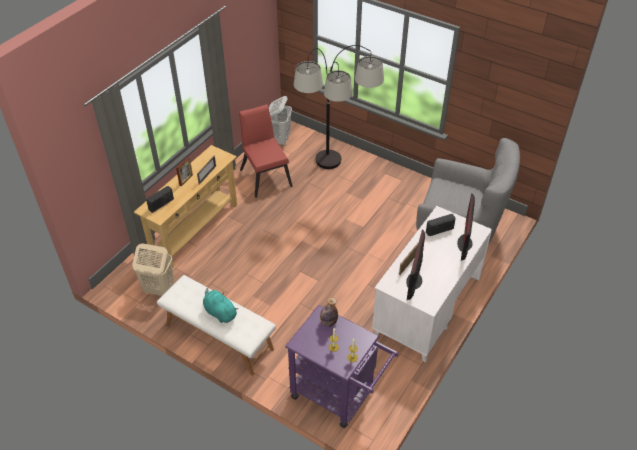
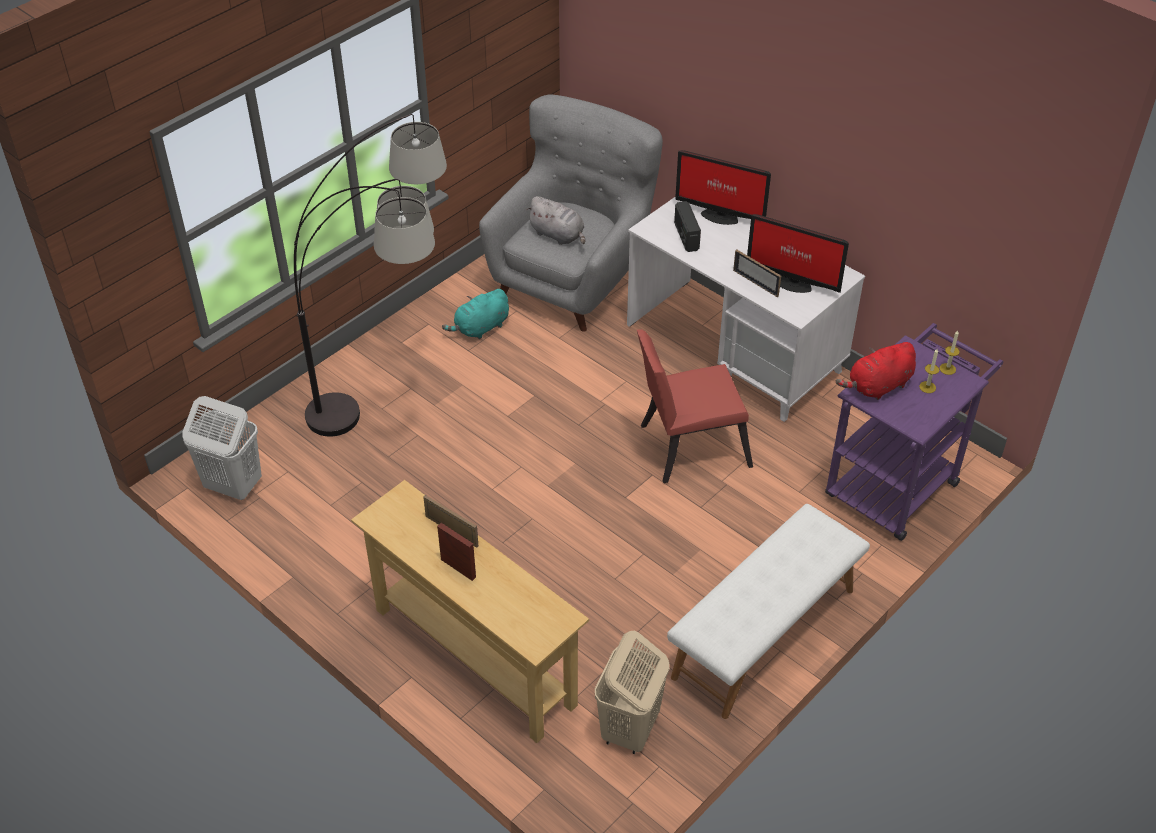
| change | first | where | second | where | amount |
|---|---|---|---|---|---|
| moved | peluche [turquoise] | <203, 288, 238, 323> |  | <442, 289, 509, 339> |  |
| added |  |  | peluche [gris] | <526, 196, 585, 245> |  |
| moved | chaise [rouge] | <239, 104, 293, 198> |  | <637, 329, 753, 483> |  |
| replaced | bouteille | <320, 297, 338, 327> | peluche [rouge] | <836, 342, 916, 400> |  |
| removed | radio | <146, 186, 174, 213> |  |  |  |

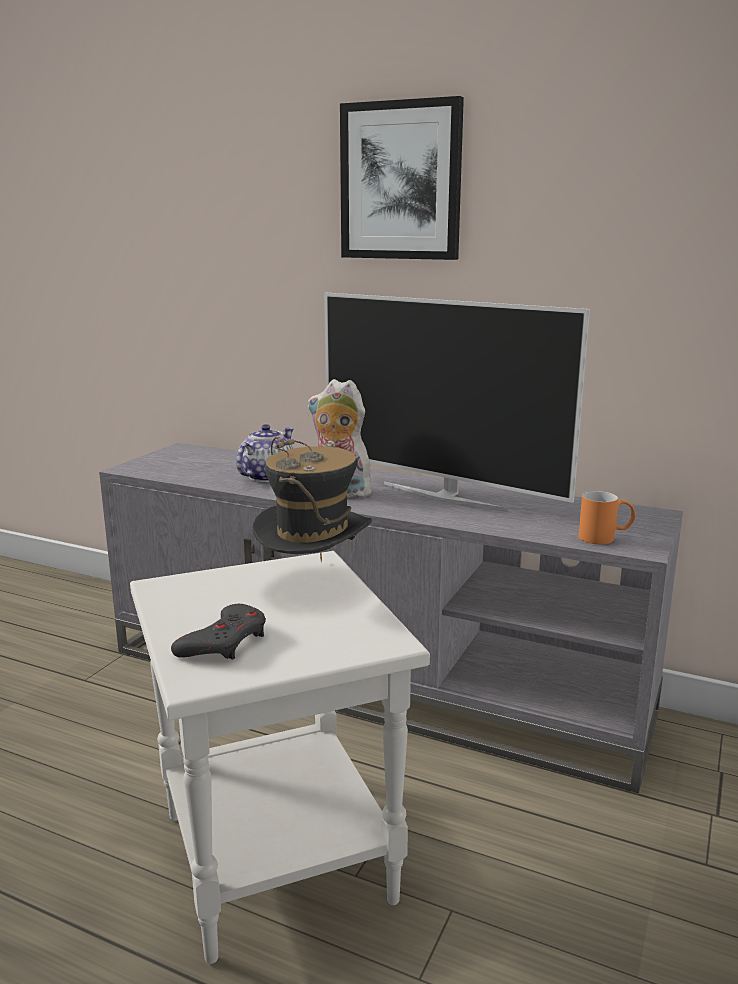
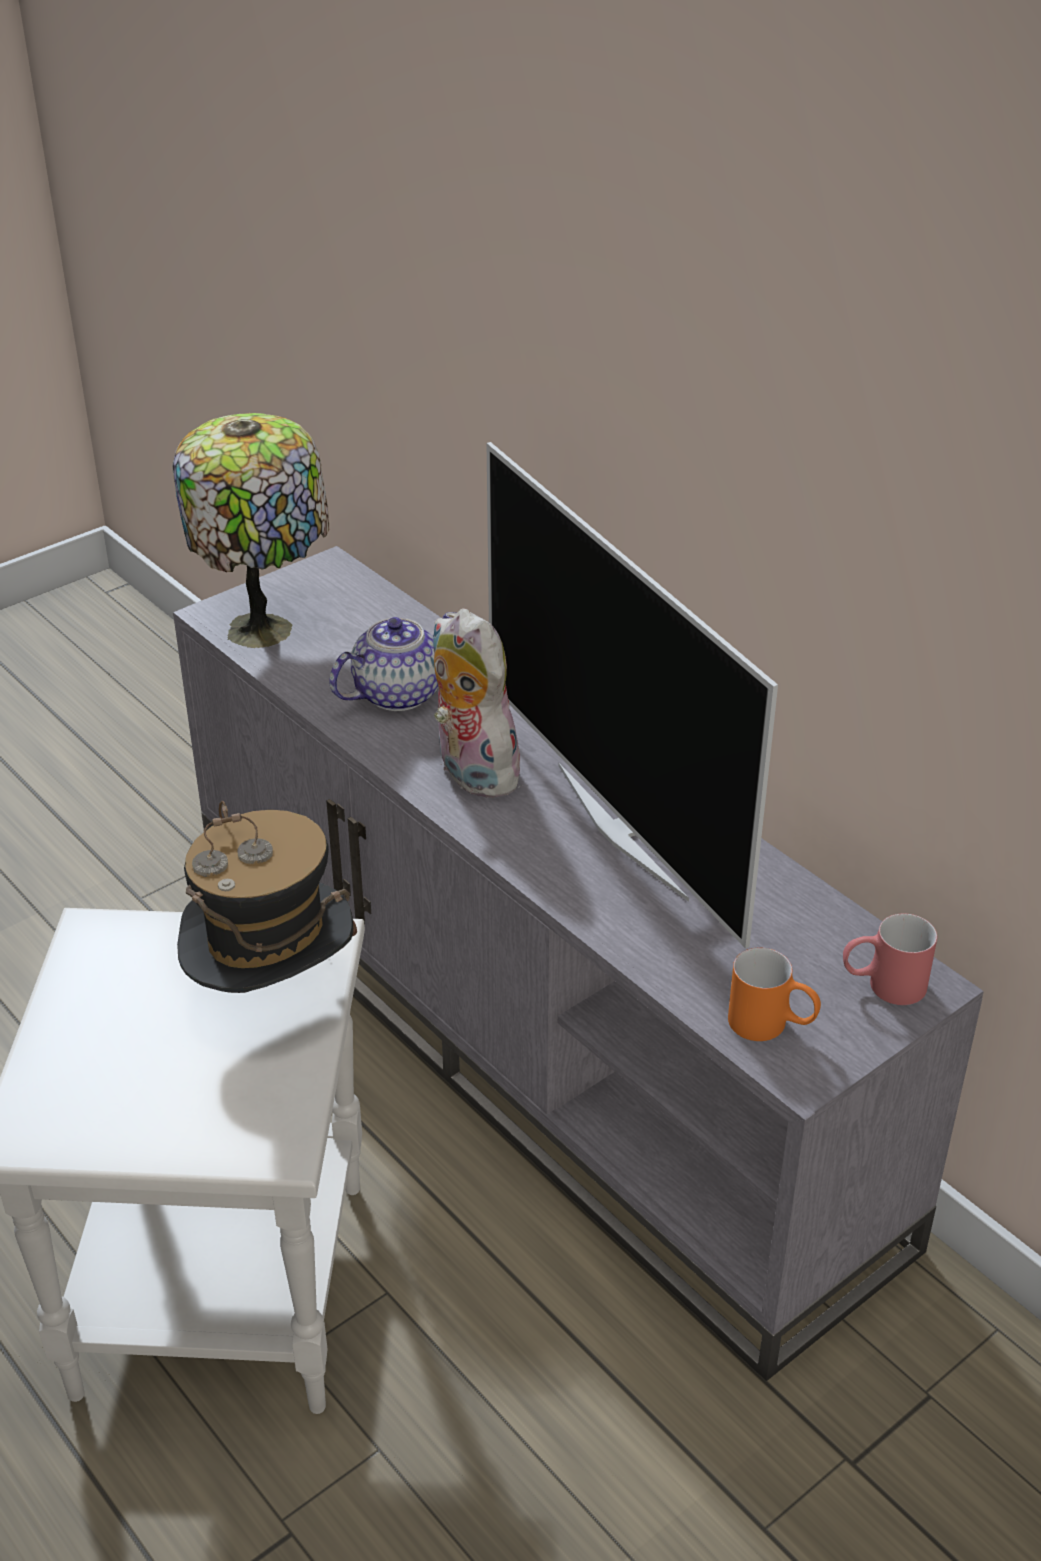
| change | first | where | second | where | amount |
|---|---|---|---|---|---|
| added |  |  | lampe de table | <172, 413, 329, 648> |  |
| added |  |  | mug [rouge] | <843, 914, 937, 1005> |  |
| removed | manette [gris] | <171, 604, 266, 659> |  |  |  |
| removed | tableau | <340, 96, 464, 260> |  |  |  |

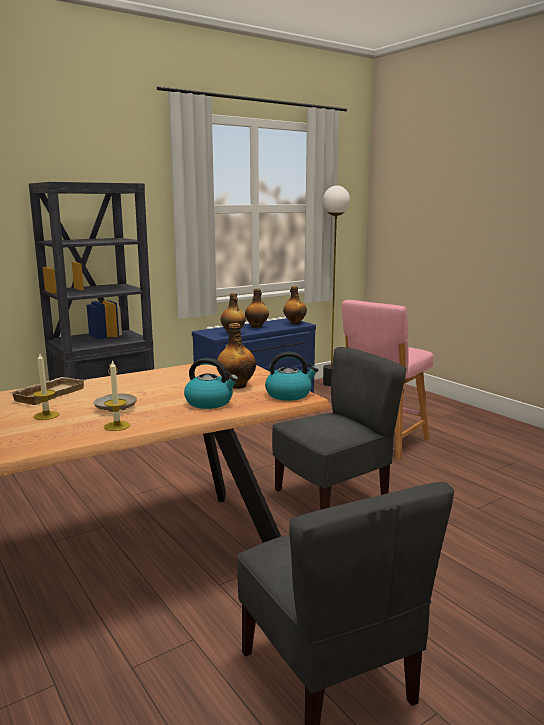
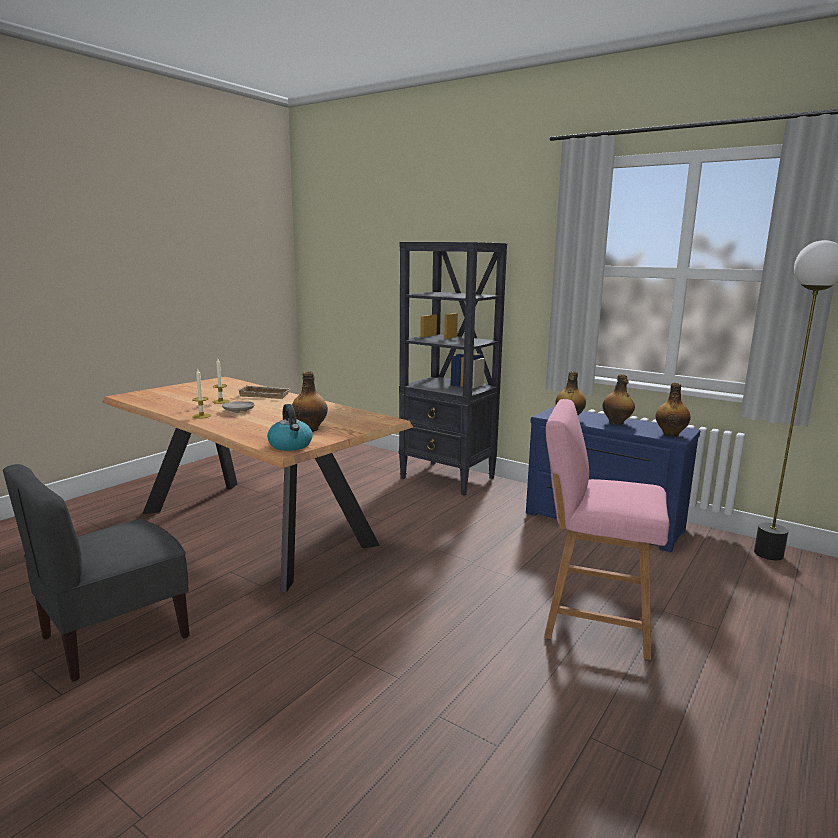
| change | first | where | second | where | amount |
|---|---|---|---|---|---|
| removed | bouilloire | <184, 358, 238, 409> |  |  |  |
| removed | chaise [gris] | <272, 347, 407, 510> |  |  |  |

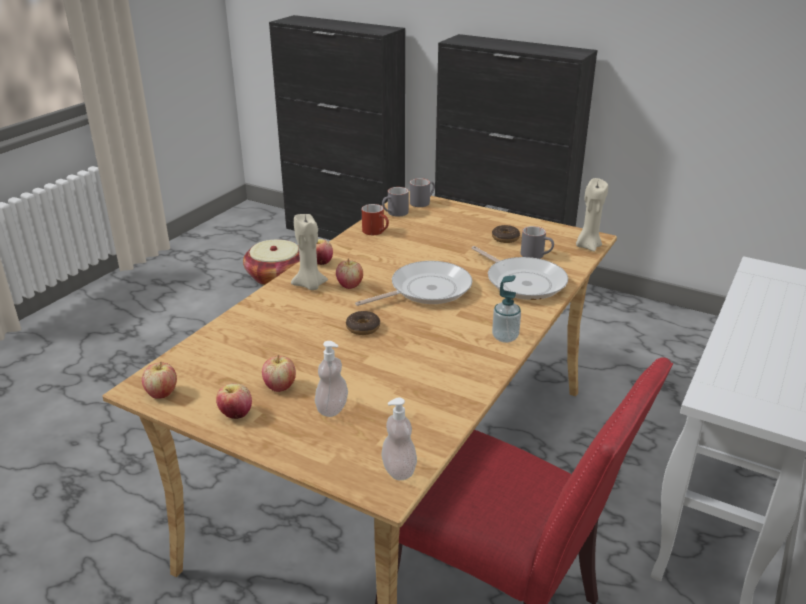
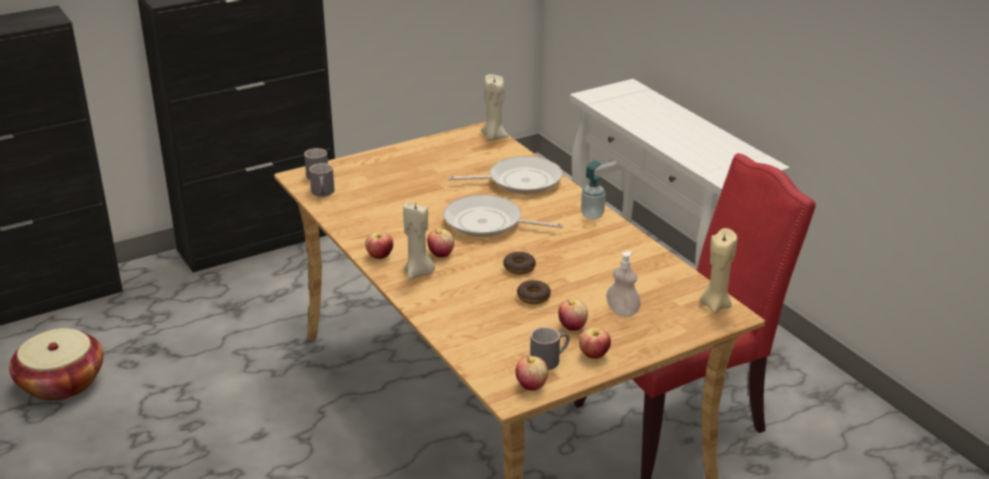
| change | first | where | second | where | amount |
|---|---|---|---|---|---|
| turned | poêle | <355, 261, 472, 306> |  | <444, 195, 563, 237> | 75 degrees counterclockwise |
| moved | beignet | <492, 225, 520, 243> |  | <517, 280, 551, 304> |  |
| moved | mug [gris] | <521, 226, 554, 259> |  | <530, 327, 569, 370> |  |
| replaced | distributeur de savon | <381, 398, 417, 480> | bougie [beige] | <699, 228, 737, 313> |  |
| removed | mug [rouge] | <362, 204, 389, 235> |  |  |  |

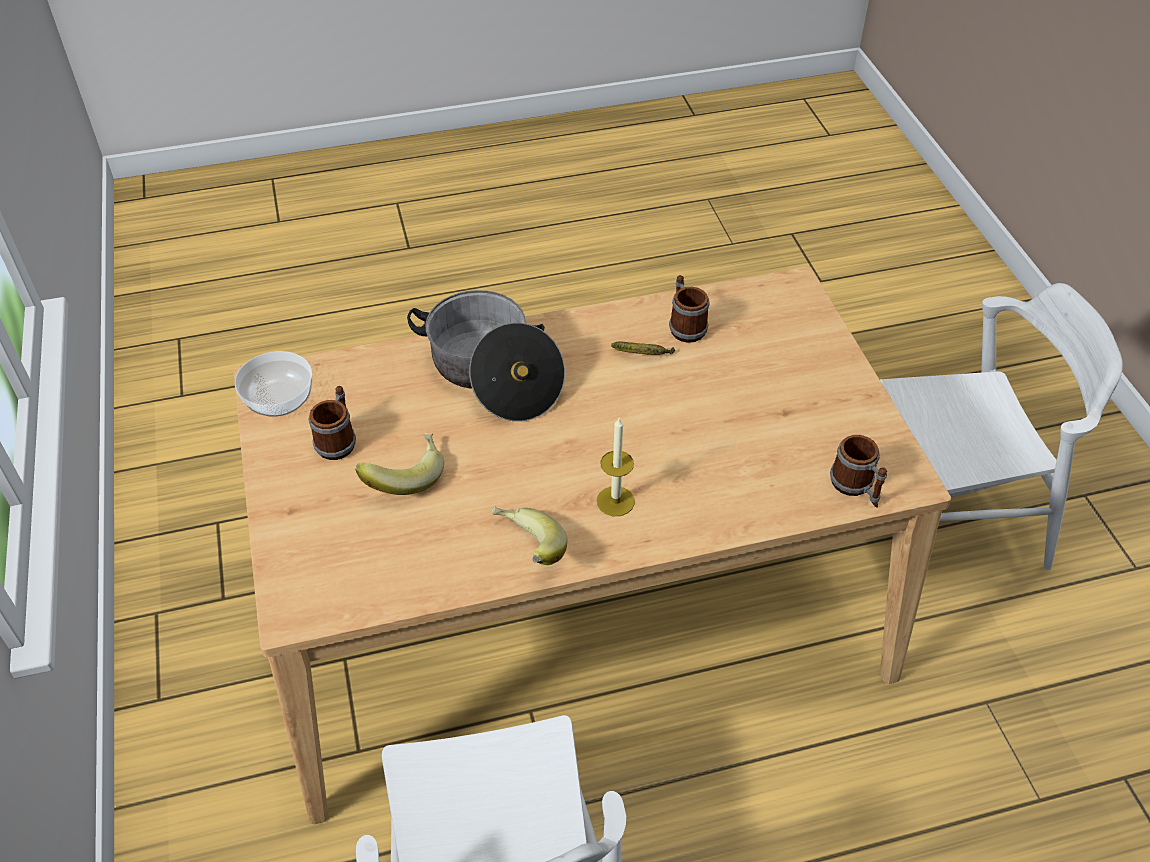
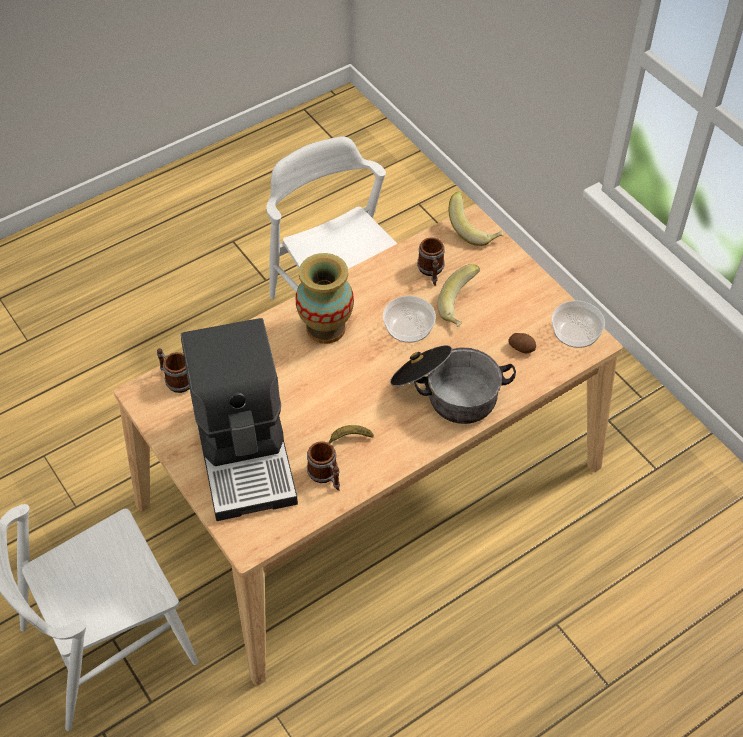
| change | first | where | second | where | amount |
|---|---|---|---|---|---|
| added |  |  | machine à café | <181, 318, 298, 521> |  |
| replaced | bougie | <597, 418, 635, 516> | vase | <296, 253, 354, 344> |  |
| added |  |  | bol | <383, 296, 436, 343> |  |
| moved | mug | <309, 386, 356, 460> |  | <417, 237, 445, 285> |  |
| moved | banane | <492, 506, 567, 565> |  | <449, 192, 504, 246> |  |
| added |  |  | pomme de terre | <508, 333, 536, 353> |  |

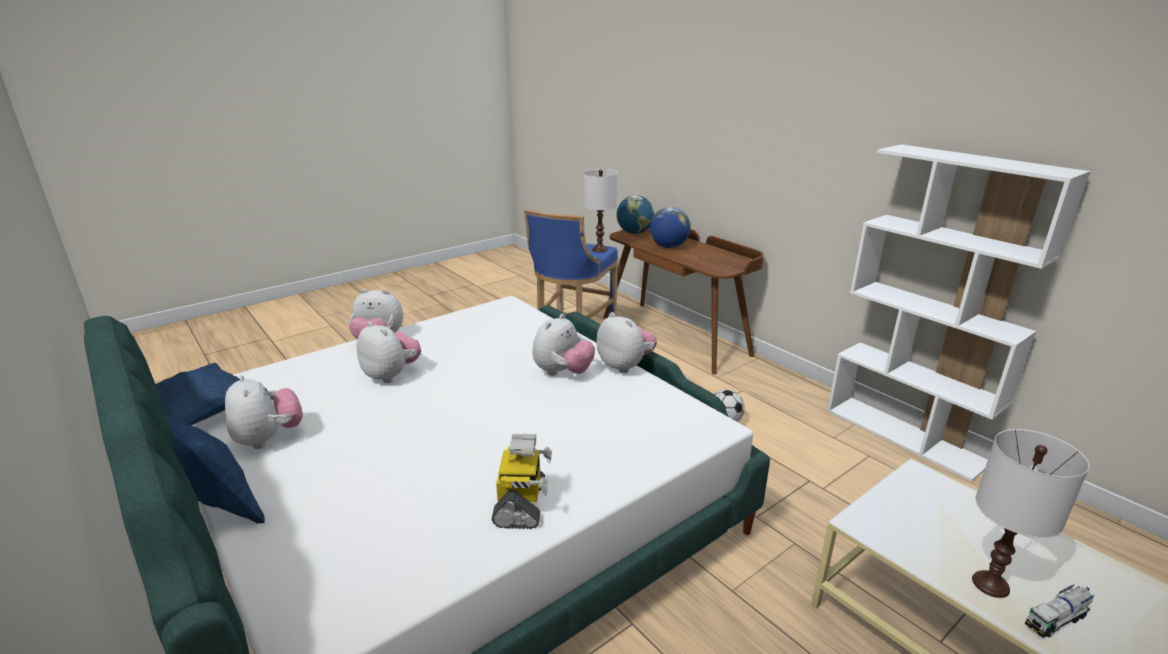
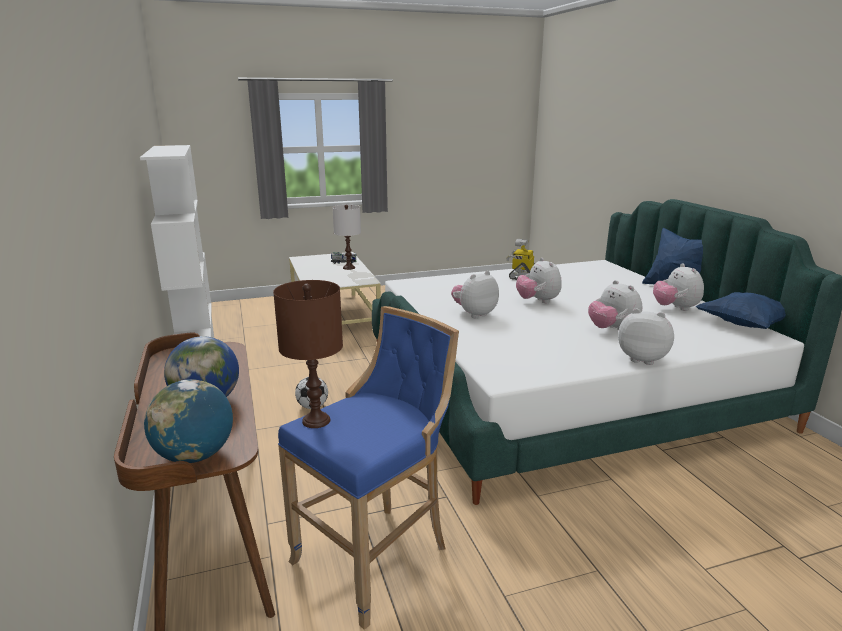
| change | first | where | second | where | amount |
|---|---|---|---|---|---|
| recoloured | lampe de table [blanc] | <583, 169, 618, 253> | lampe de table [marron] | <273, 280, 343, 428> |  |
| moved | peluche | <597, 312, 657, 373> |  | <516, 258, 562, 303> |  |

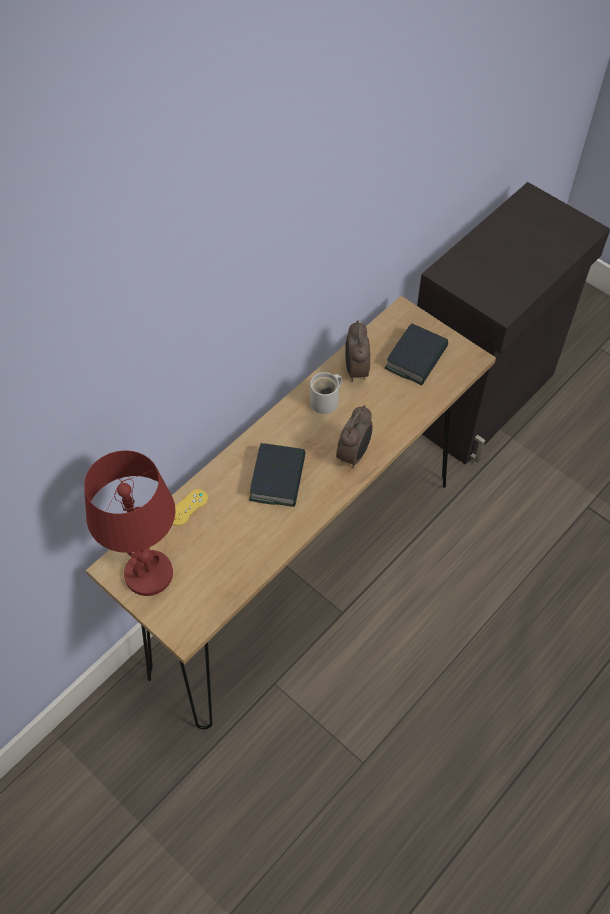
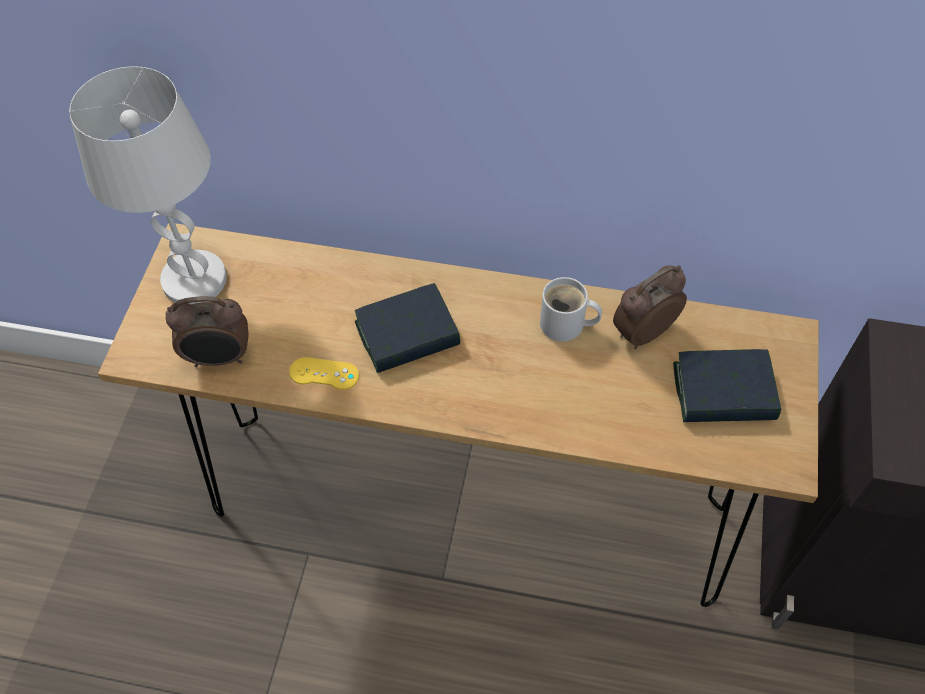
| change | first | where | second | where | amount |
|---|---|---|---|---|---|
| recoloured | lampe de table [rouge] | <84, 450, 176, 596> | lampe de table [blanc] | <69, 66, 227, 304> |  |
| moved | réveil | <336, 405, 373, 468> |  | <166, 296, 249, 367> |  |
| moved | manette [jaune] | <173, 489, 208, 526> |  | <289, 357, 359, 390> |  |

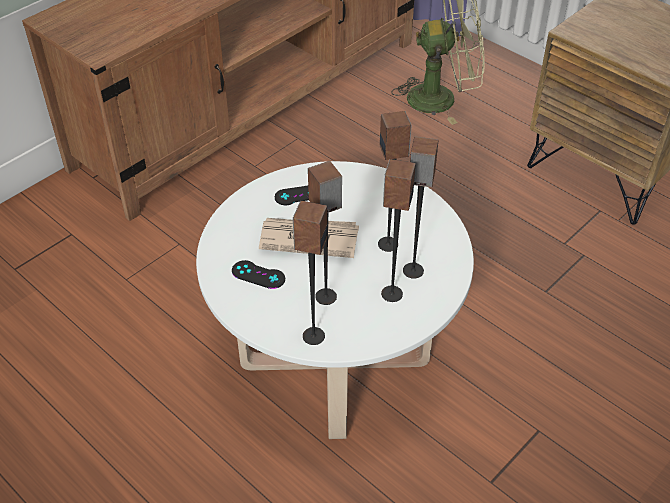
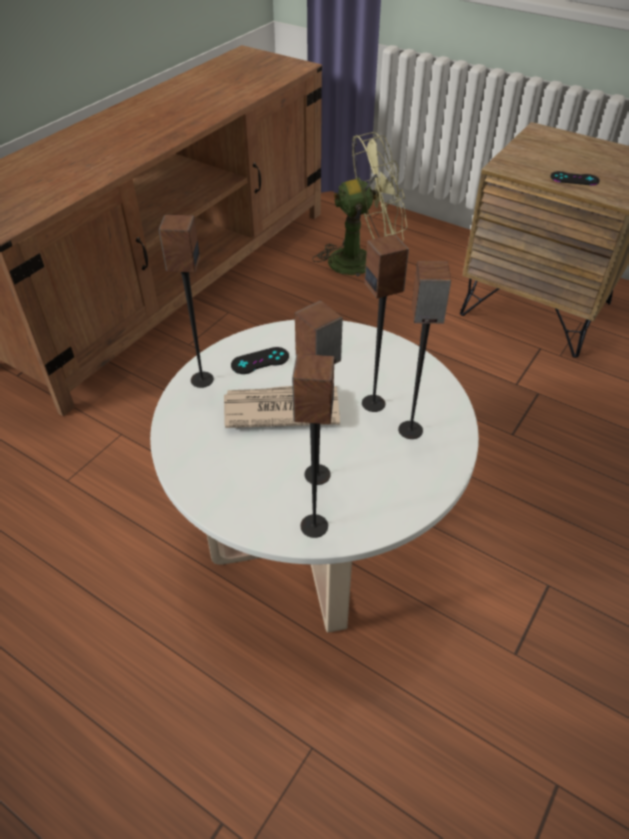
| change | first | where | second | where | amount |
|---|---|---|---|---|---|
| moved | enceinte | <381, 159, 416, 302> |  | <159, 215, 214, 388> |  |
| moved | manette [noir] | <232, 260, 285, 289> |  | <550, 171, 600, 185> |  |

